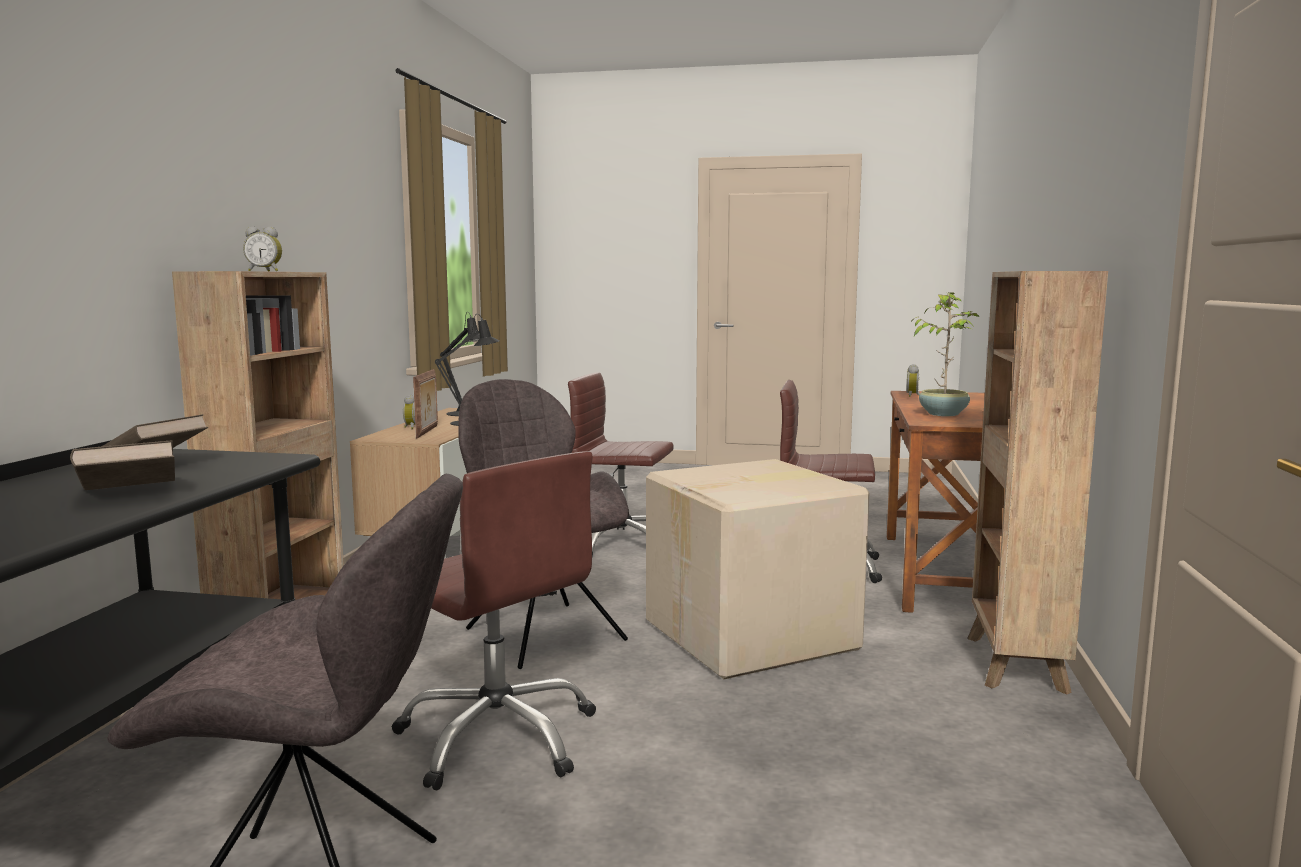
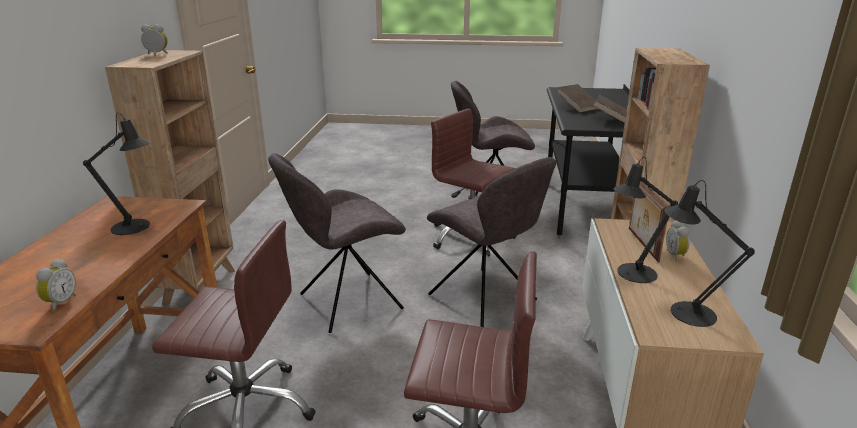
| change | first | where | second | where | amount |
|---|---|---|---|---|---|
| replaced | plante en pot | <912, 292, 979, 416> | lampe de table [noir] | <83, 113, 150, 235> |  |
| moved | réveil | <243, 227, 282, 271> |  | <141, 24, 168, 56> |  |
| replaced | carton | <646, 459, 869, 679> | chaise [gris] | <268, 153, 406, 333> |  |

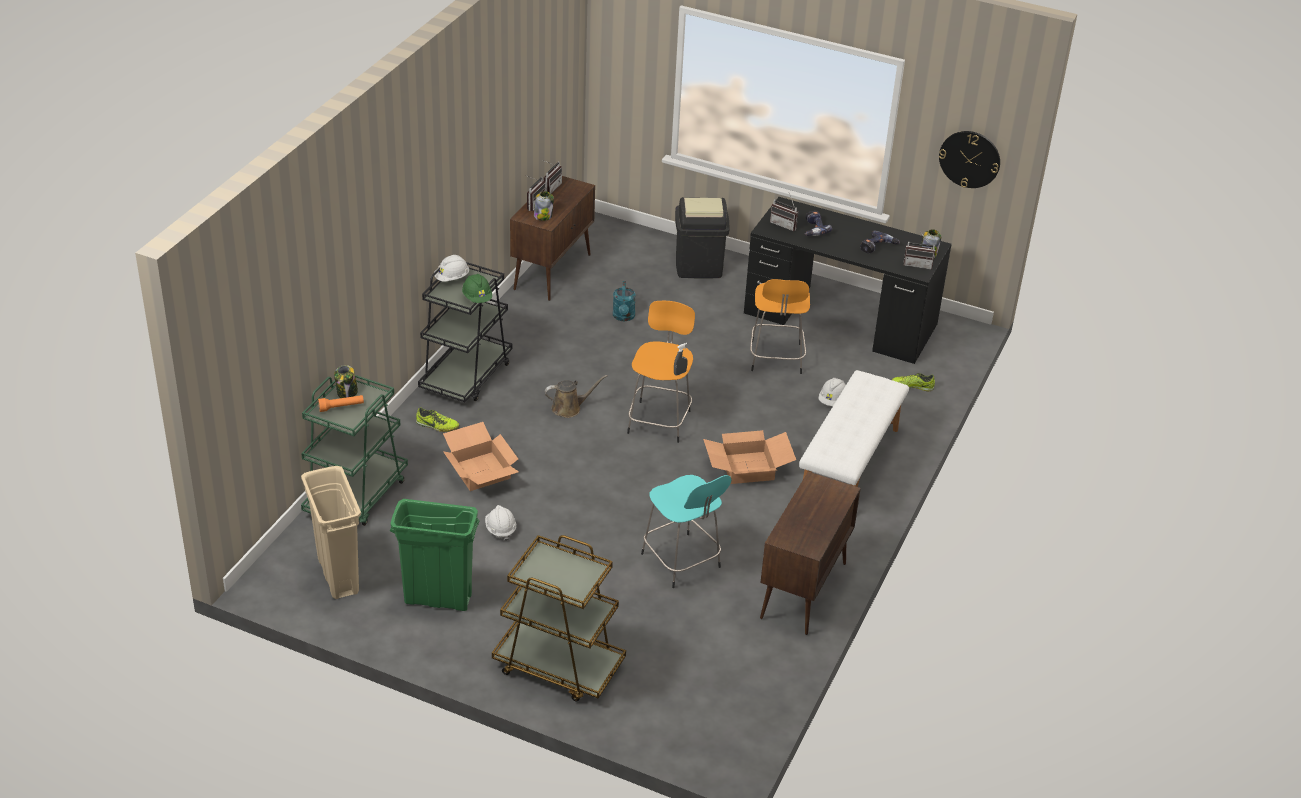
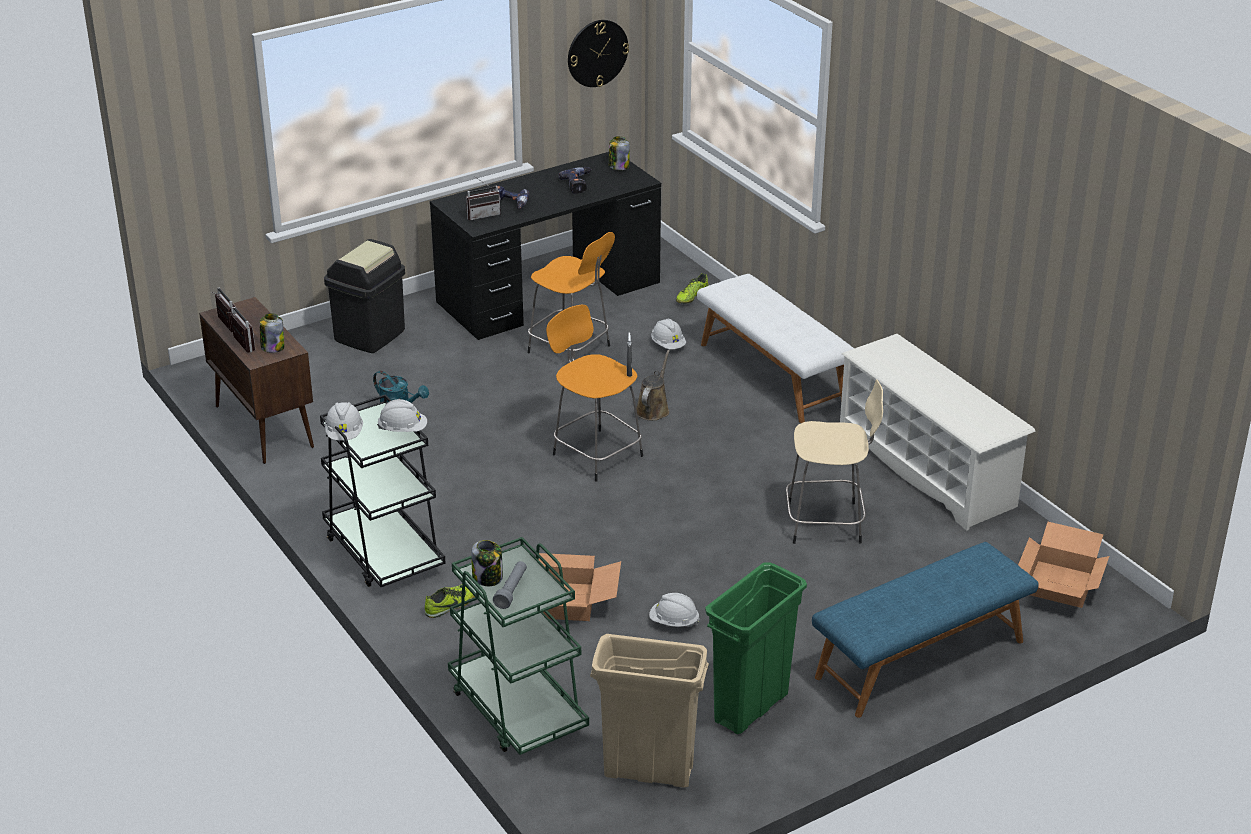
| change | first | where | second | where | amount |
|---|---|---|---|---|---|
| recoloured | casque de chantier [vert] | <462, 274, 492, 303> | casque de chantier [blanc] | <377, 399, 427, 432> |  |
| recoloured | lampe de poche [orange] | <318, 395, 364, 412> | lampe de poche [gris] | <493, 561, 527, 609> |  |
| moved | arrosoir [marron] | <545, 375, 607, 418> |  | <636, 350, 670, 420> |  |
| recoloured | tabouret [turquoise] | <641, 475, 731, 588> | tabouret [beige] | <786, 379, 883, 544> |  |
| replaced | chariot [marron] | <492, 535, 626, 702> | banc [bleu] | <812, 542, 1039, 718> |  |
| replaced | meuble de rangement [marron] | <760, 471, 861, 635> | étagère à chaussures [blanc] | <840, 334, 1036, 531> |  |
| moved | carton | <703, 430, 796, 484> |  | <1018, 522, 1109, 608> |  |
| removed | radio | <903, 231, 935, 270> |  |  |  |

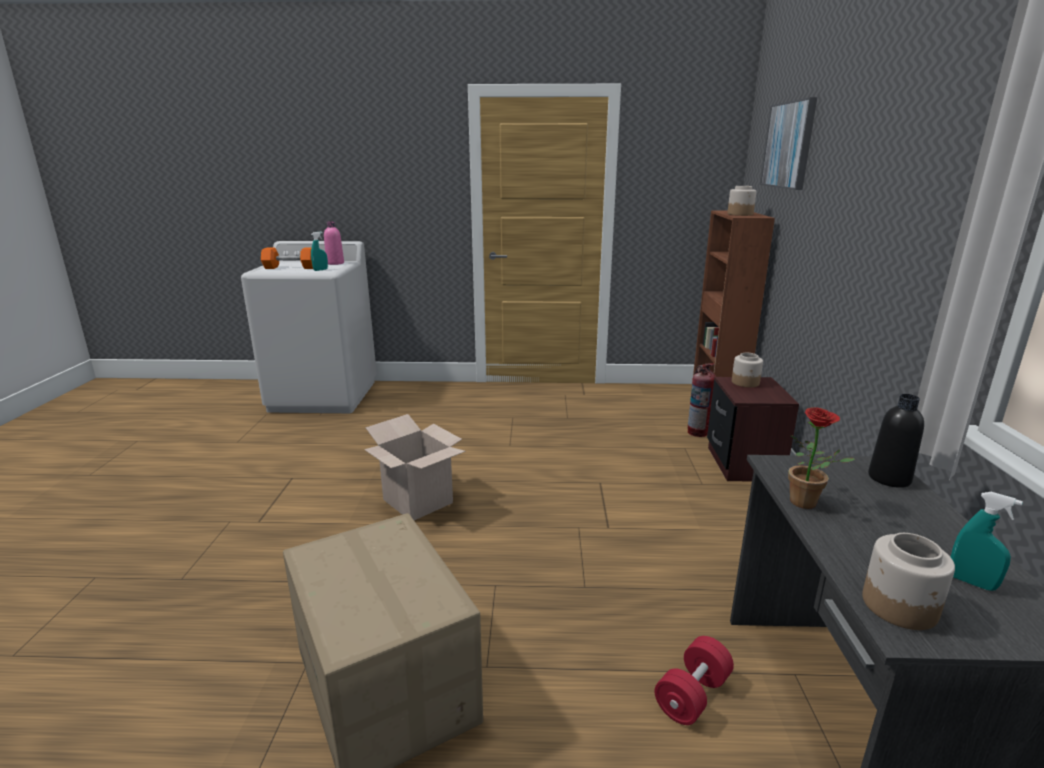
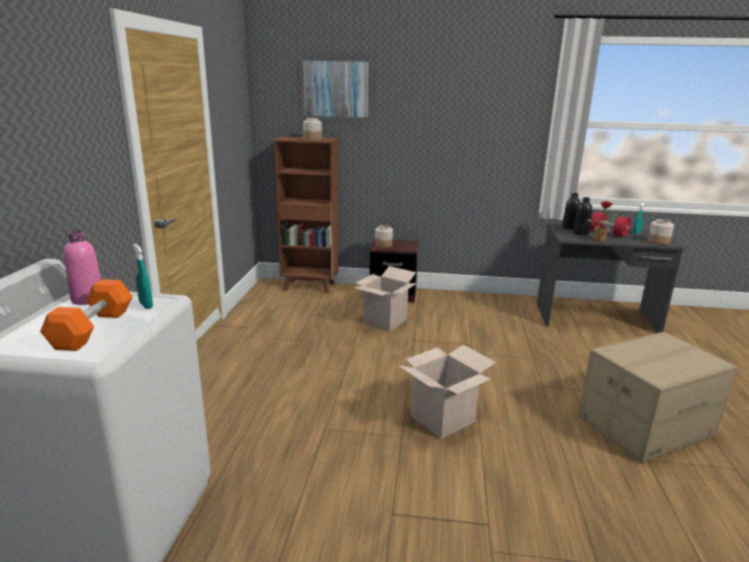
| change | first | where | second | where | amount |
|---|---|---|---|---|---|
| added |  |  | carton | <354, 266, 417, 332> |  |
| added |  |  | bouteille [noir] | <573, 197, 592, 235> |  |
| moved | haltère [rouge] | <655, 636, 734, 725> |  | <590, 211, 631, 237> |  |
| removed | extincteur | <688, 363, 716, 437> |  |  |  |

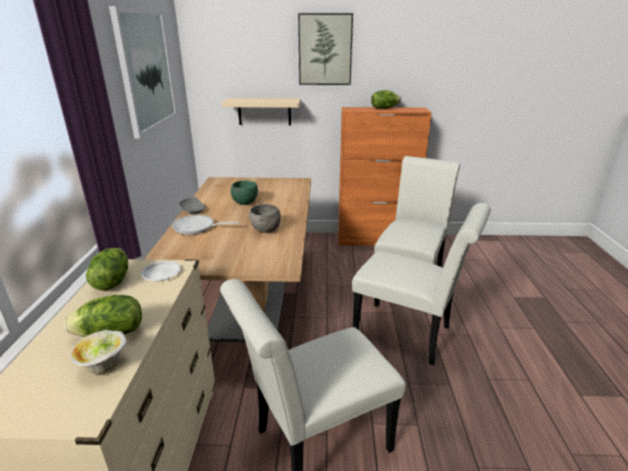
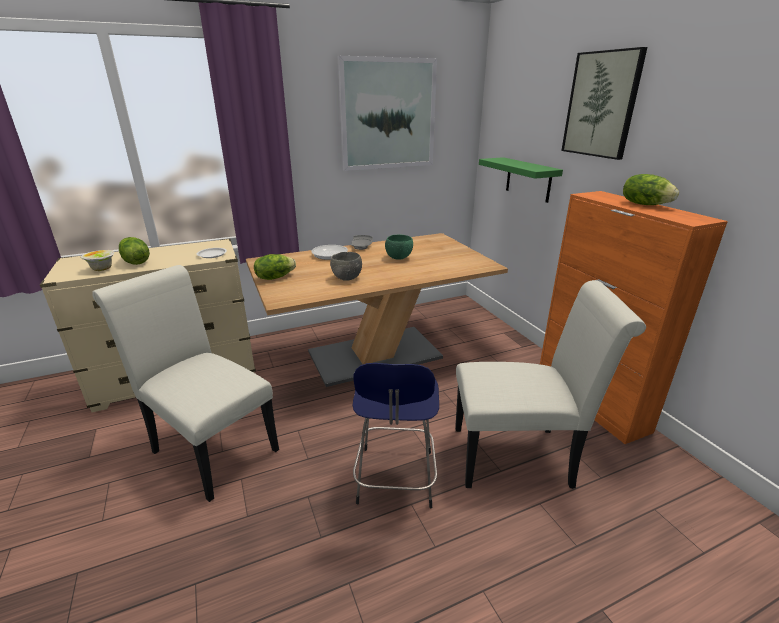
| change | first | where | second | where | amount |
|---|---|---|---|---|---|
| moved | laitue | <86, 248, 128, 290> |  | <254, 254, 296, 280> |  |
| replaced | chaise [blanc] | <352, 203, 491, 365> | tabouret [bleu] | <353, 363, 439, 508> |  |
| recoloured | étagère [beige] | <222, 98, 300, 125> | étagère [vert] | <479, 157, 563, 203> |  |

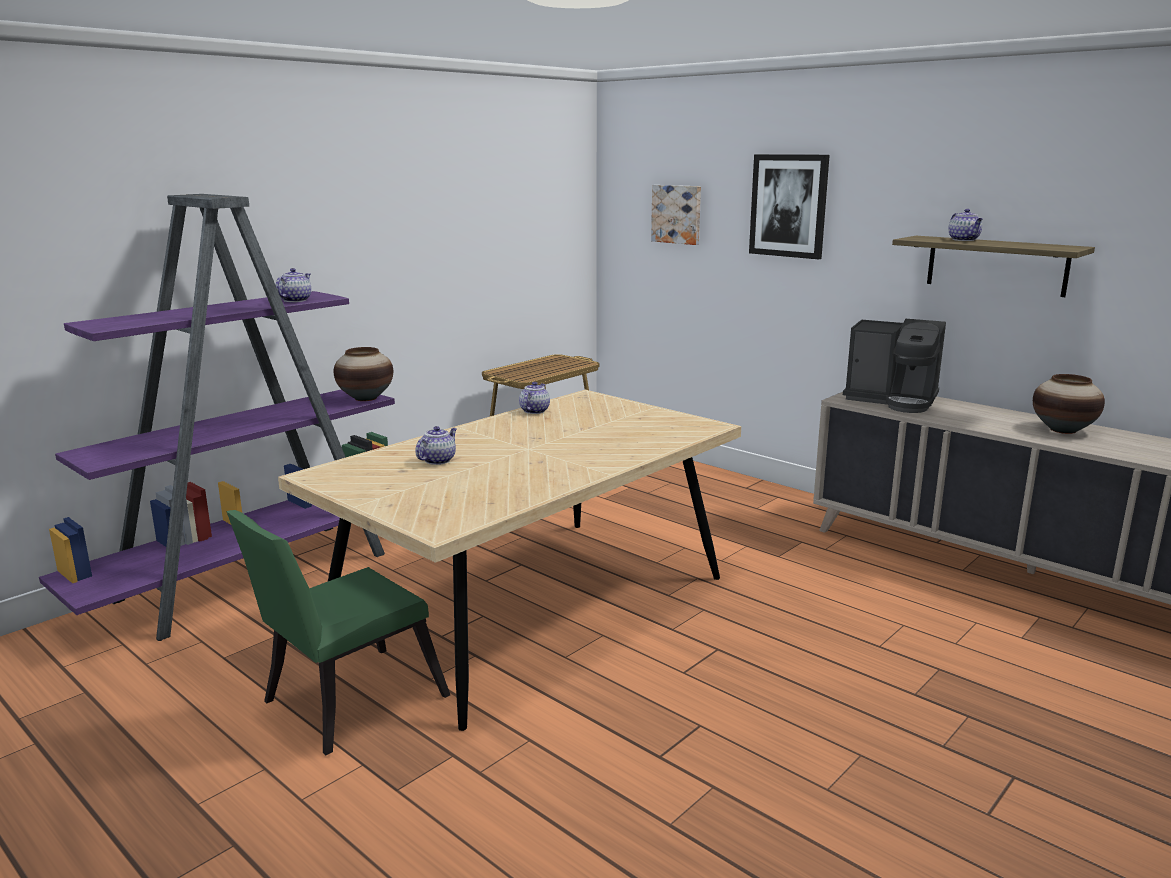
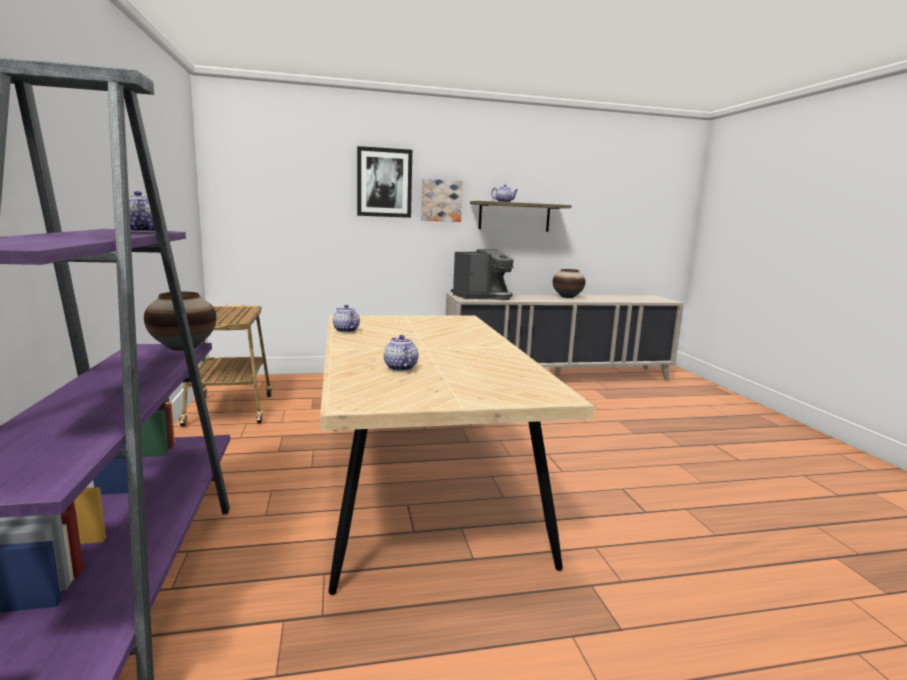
| change | first | where | second | where | amount |
|---|---|---|---|---|---|
| moved | tableau | <651, 185, 701, 245> |  | <421, 179, 463, 222> |  |
| removed | chaise [vert] | <226, 510, 450, 755> |  |  |  |

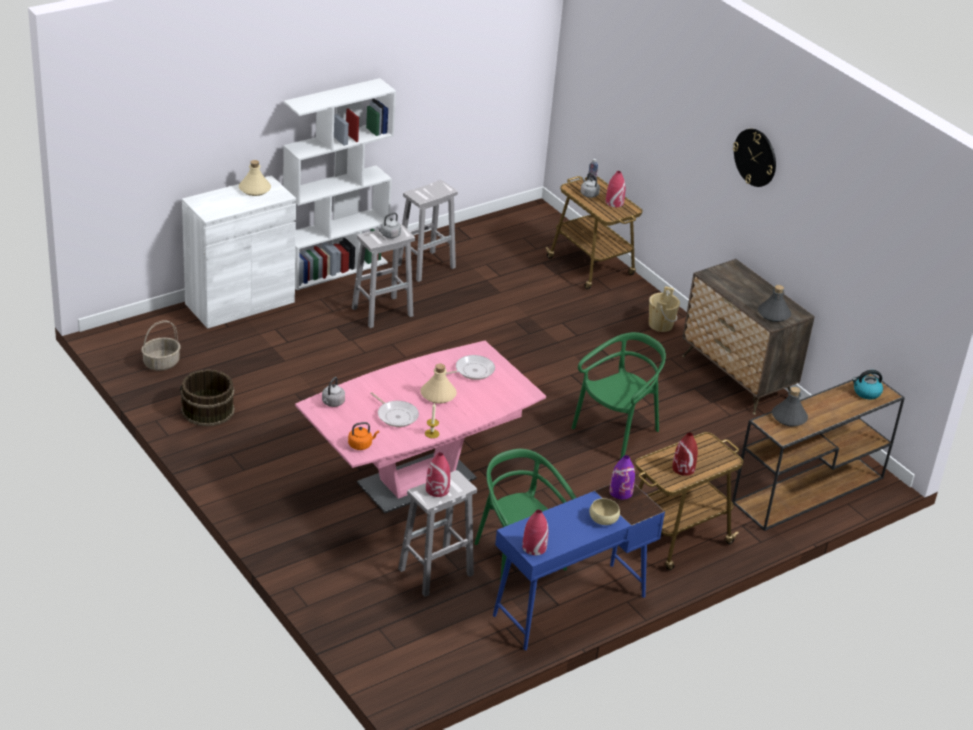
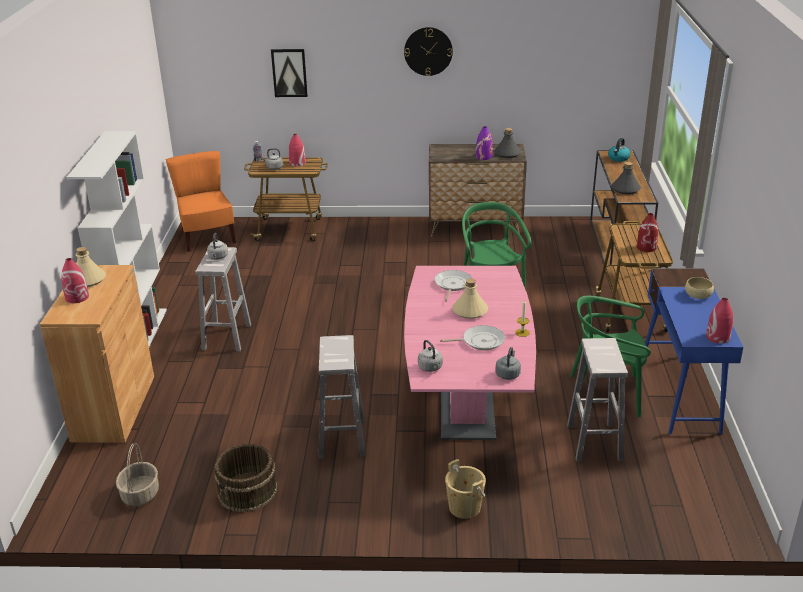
| change | first | where | second | where | amount |
|---|---|---|---|---|---|
| recoloured | meuble de rangement [blanc] | <182, 176, 296, 329> | meuble de rangement [marron] | <40, 265, 154, 443> |  |
| moved | vase [rouge] | <426, 452, 450, 497> |  | <61, 258, 89, 303> |  |
| added |  |  | chaise [orange] | <166, 151, 236, 252> |  |
| added |  |  | tableau | <271, 49, 308, 97> |  |
| moved | tabouret [blanc] | <398, 180, 458, 282> |  | <319, 335, 365, 459> |  |
| moved | seau [beige] | <649, 287, 680, 332> |  | <445, 459, 486, 519> |  |
| moved | vase [violet] | <609, 455, 635, 499> |  | <476, 126, 493, 160> |  |
| recoloured | bouilloire [orange] | <348, 422, 379, 450> | bouilloire [gris] | <495, 347, 521, 380> |  |

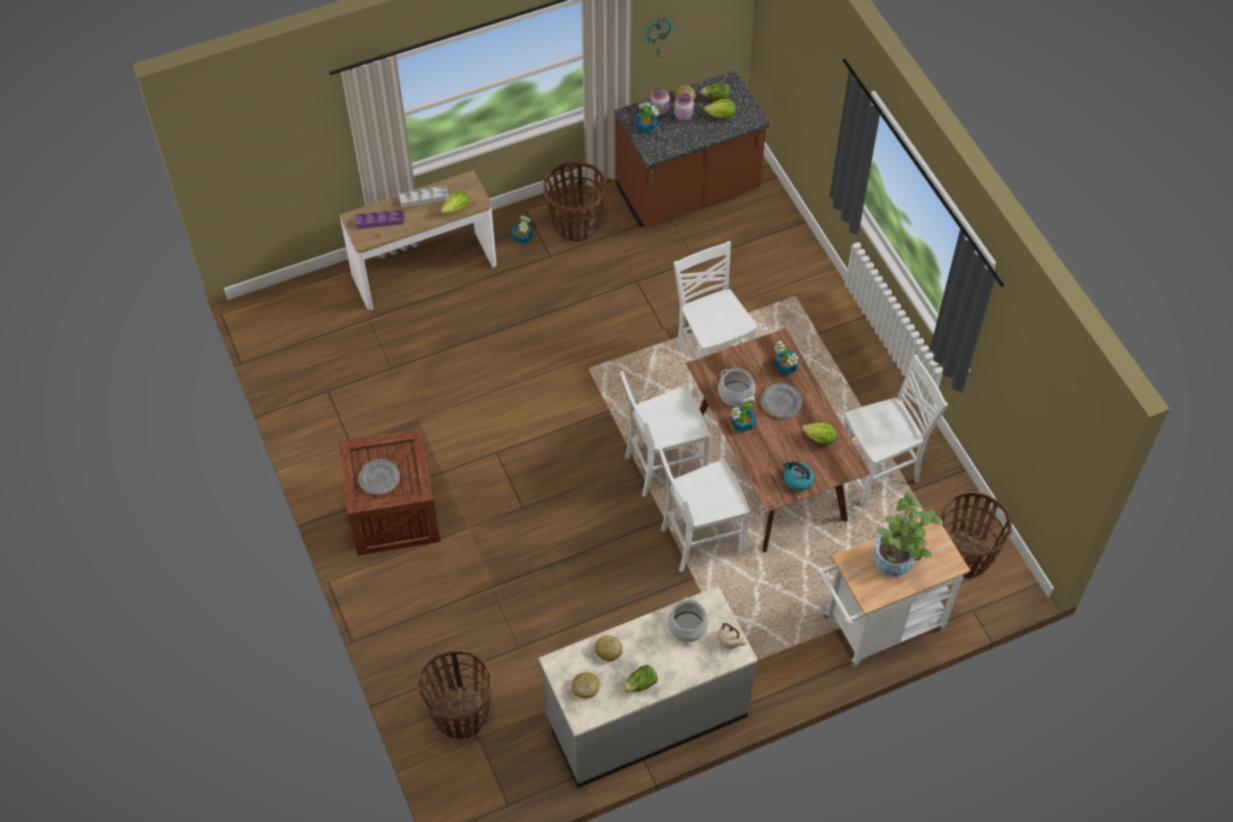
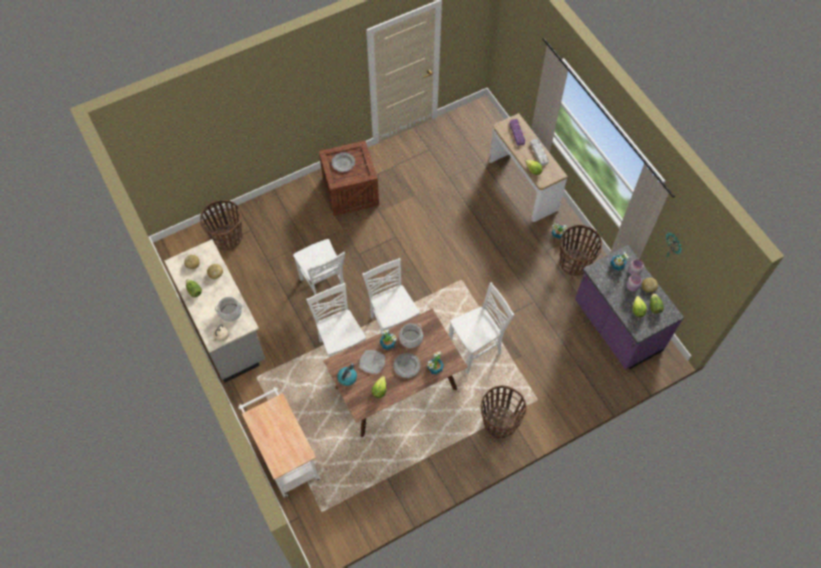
| change | first | where | second | where | amount |
|---|---|---|---|---|---|
| moved | chaise [blanc] | <843, 355, 948, 506> |  | <293, 239, 345, 307> |  |
| added |  |  | assiette | <359, 350, 385, 374> |  |
| moved | panier | <939, 492, 1012, 578> |  | <481, 385, 527, 438> |  |
| recoloured | comptoir de cuisine [marron] | <615, 71, 770, 227> | comptoir de cuisine [violet] | <575, 245, 684, 370> |  |
| removed | plante en pot | <873, 491, 944, 577> |  |  |  |

